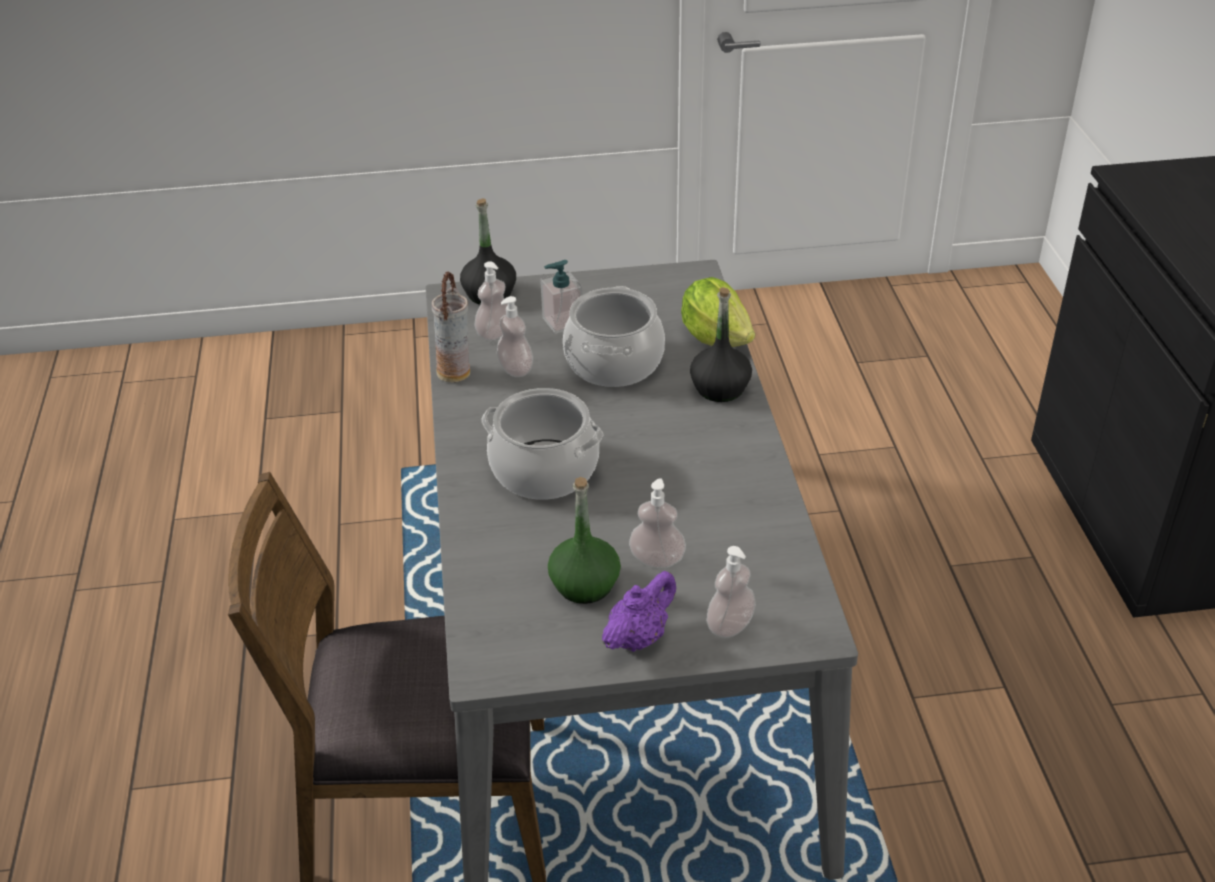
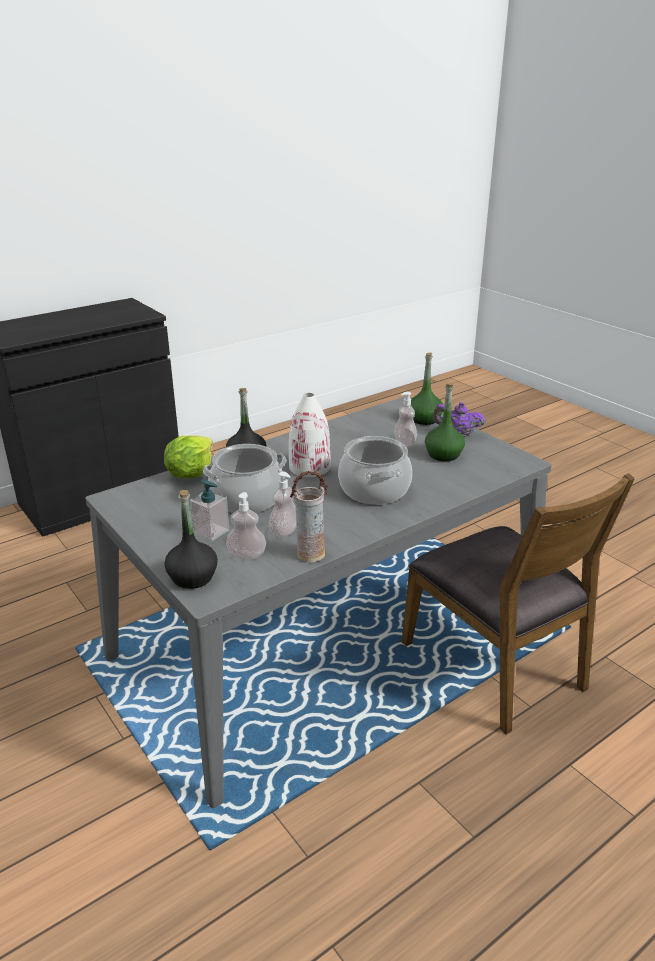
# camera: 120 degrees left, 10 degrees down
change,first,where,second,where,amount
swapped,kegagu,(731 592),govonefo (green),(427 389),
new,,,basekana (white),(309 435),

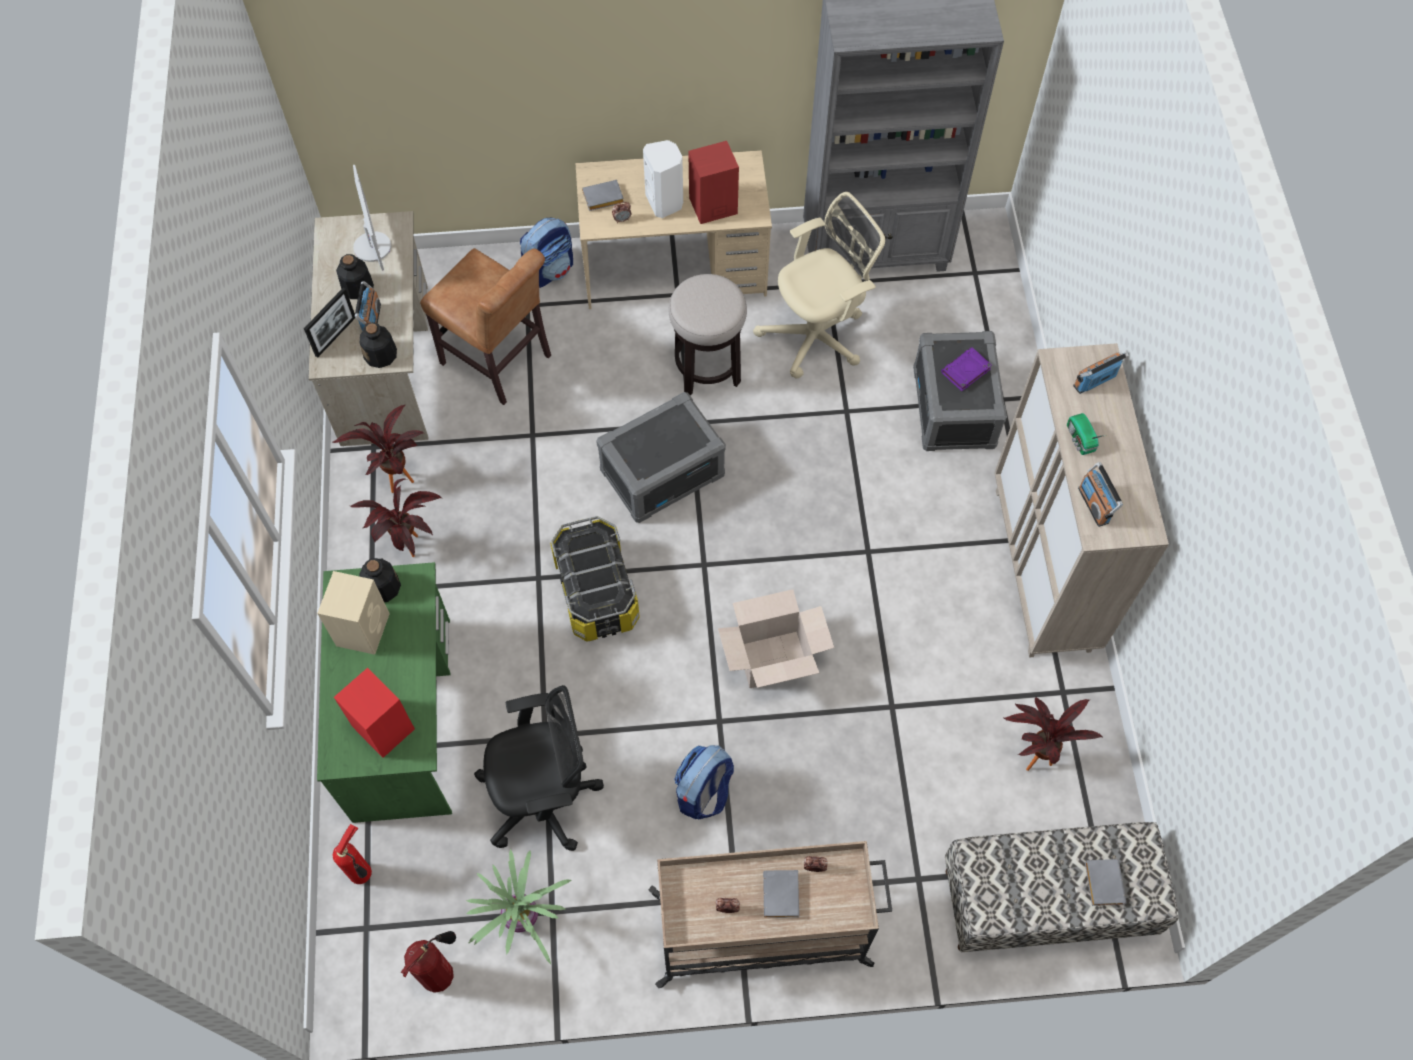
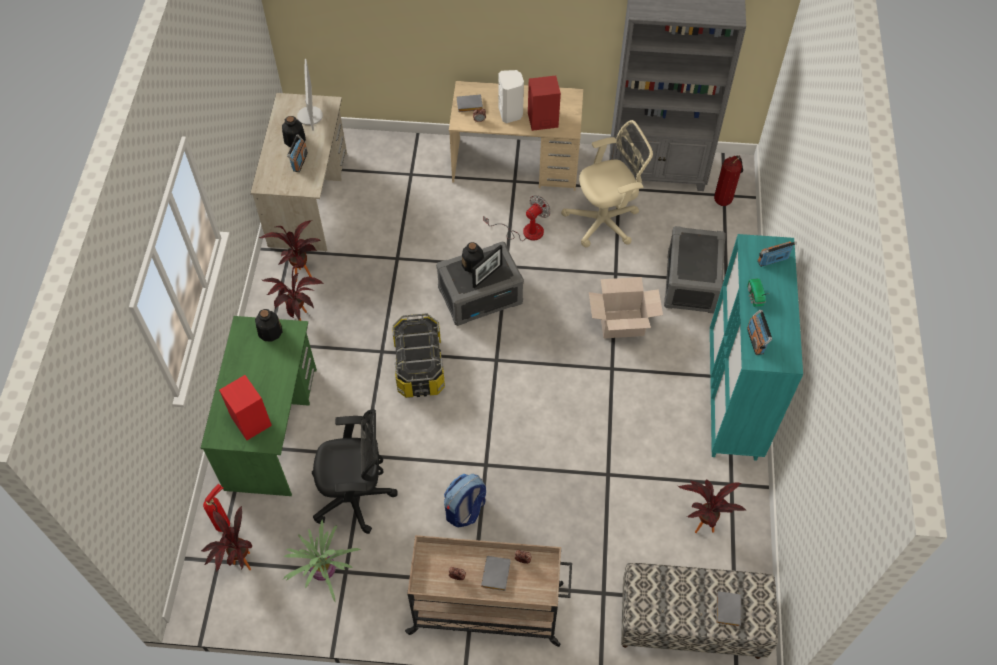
# camera: 10 degrees right, 5 degrees down
change,first,where,second,where,amount
gone,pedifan,(546 253),,,
gone,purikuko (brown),(485 326),,,
swapped,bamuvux,(707 334),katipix,(517 218),
shifted,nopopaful,(329 322),,(487 266),
shifted,govonefo,(378 345),,(473 257),
repainted,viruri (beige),(1081 500),viruri (turquoise),(756 347),
gone,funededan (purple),(966 369),,,
gone,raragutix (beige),(353 613),,,
shifted,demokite,(776 638),,(626 307),
shifted,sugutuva,(428 962),,(728 180),
new,,,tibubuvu,(226 539),

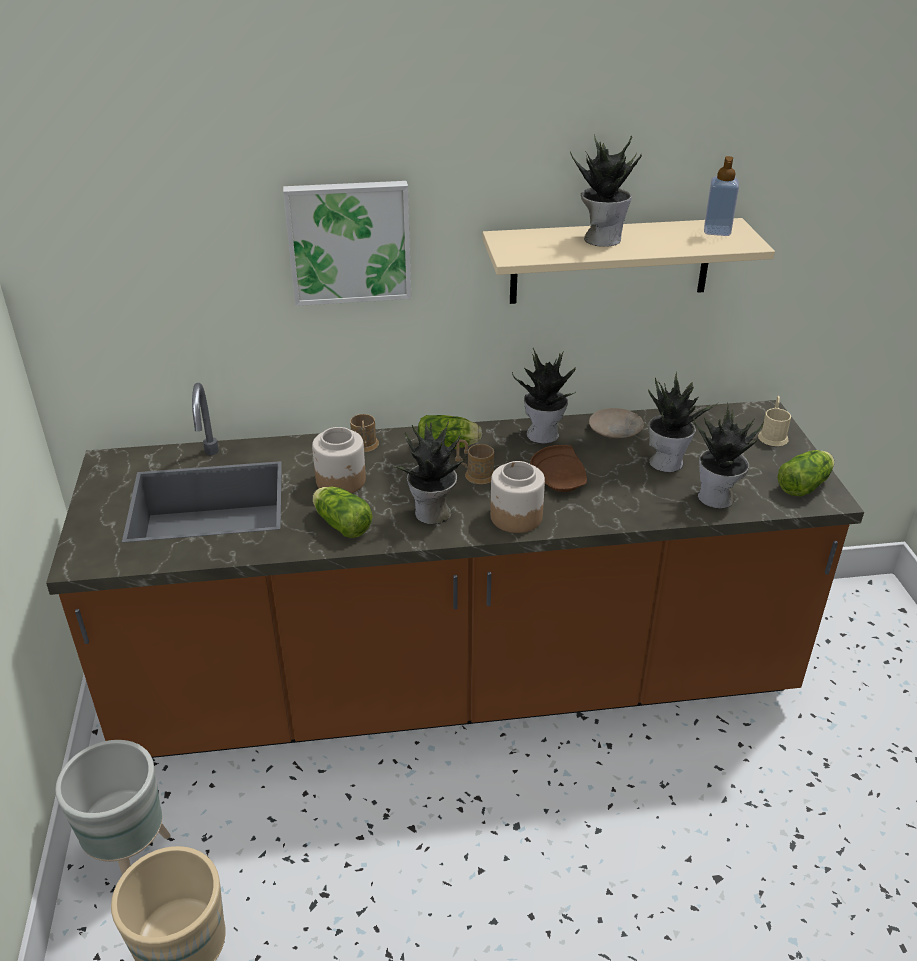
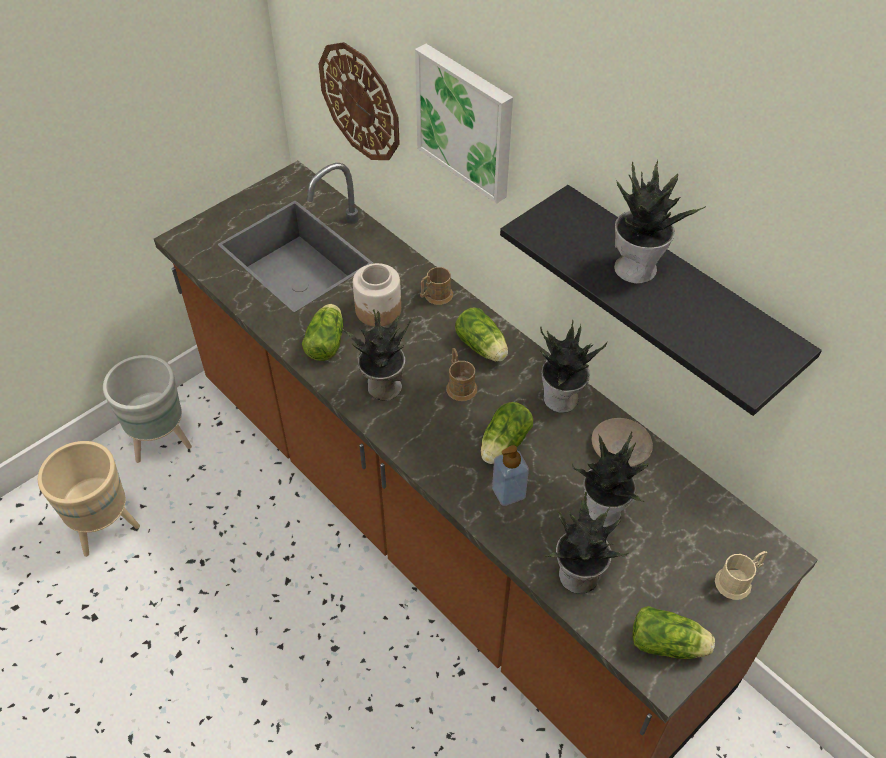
# camera: 55 degrees right, 15 degrees up
change,first,where,second,where,amount
shifted,kegagu,(721 196),,(510 475),
repainted,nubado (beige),(628 261),nubado (black),(661 300),
swapped,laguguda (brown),(558 468),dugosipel,(507 433),
gone,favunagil,(517 497),,,
new,,,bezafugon,(359 101),

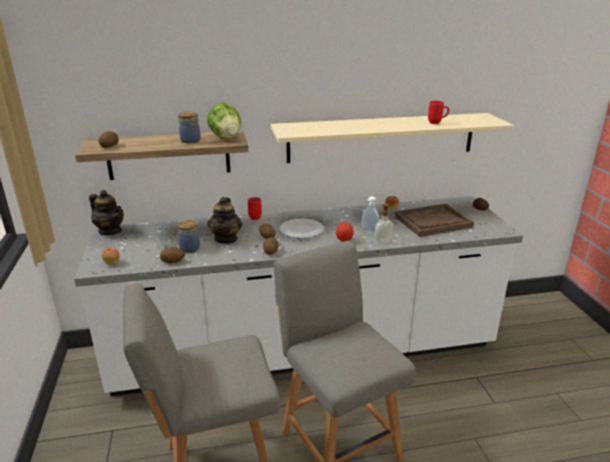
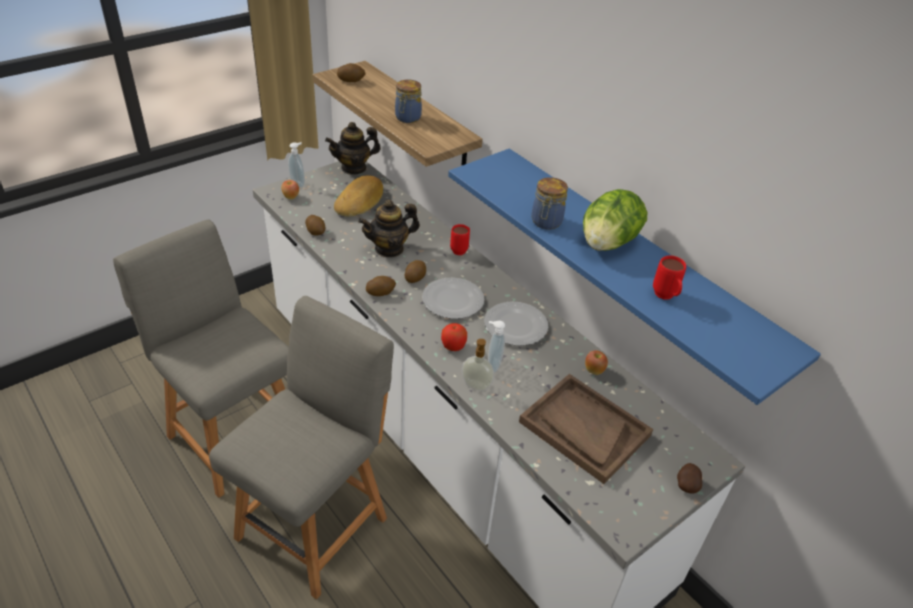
# camera: 60 degrees right, 15 degrees up
change,first,where,second,where,amount
shifted,dugosipel,(224 121),,(615 220),
repainted,nubado (beige),(392 138),nubado (blue),(634 277),
rotated,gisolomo,(106 212),,(353 148),60 degrees clockwise
shifted,favunagil,(188 236),,(549 203),
new,,,kegagu,(296 165),
new,,,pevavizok,(358 196),
new,,,laguguda,(516 324),

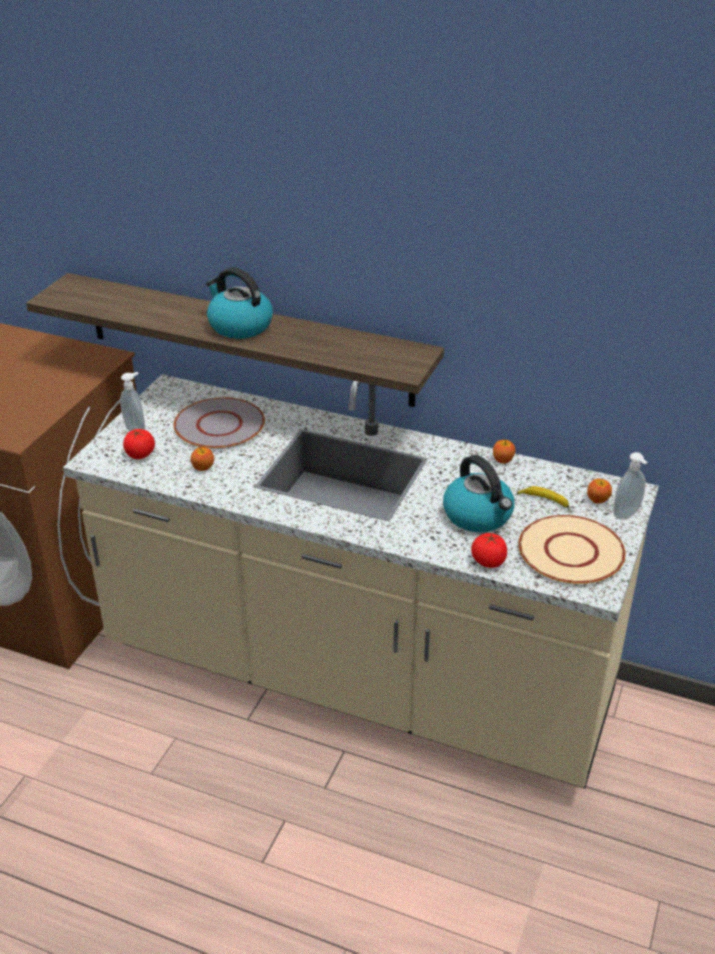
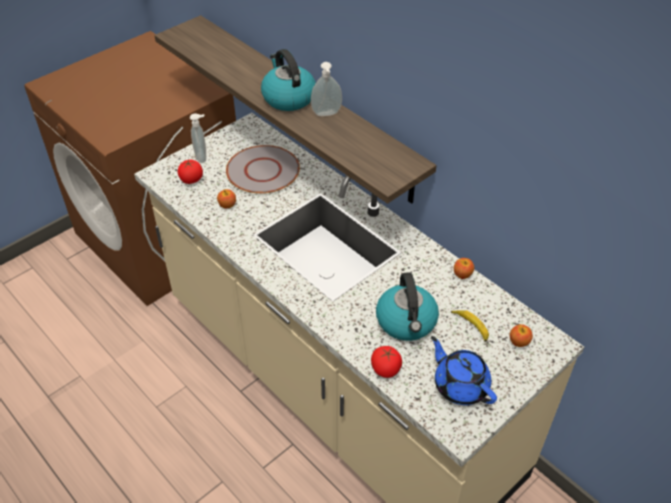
# camera: 25 degrees right, 10 degrees up
change,first,where,second,where,amount
shifted,kegagu,(630 485),,(326 89),
swapped,laguguda (beige),(572 549),gisolomo (blue),(464 370),

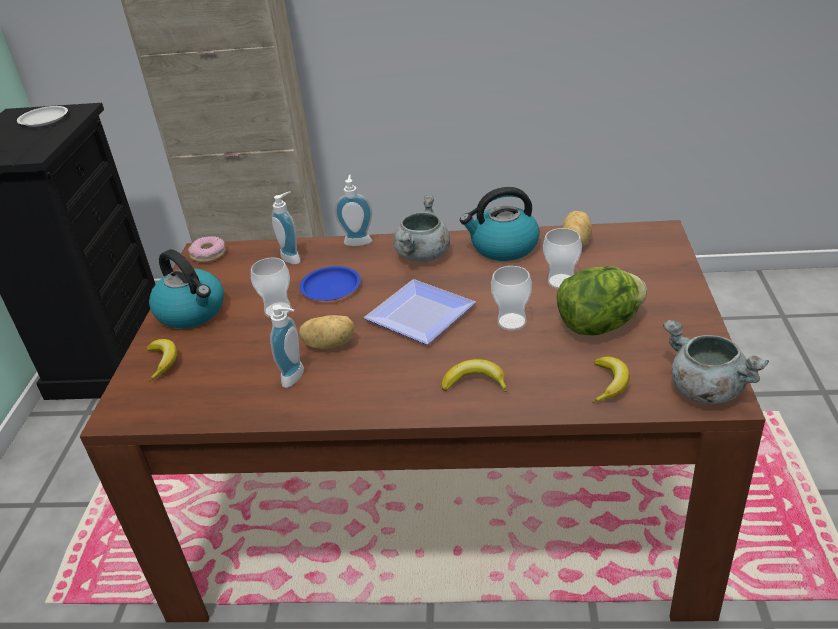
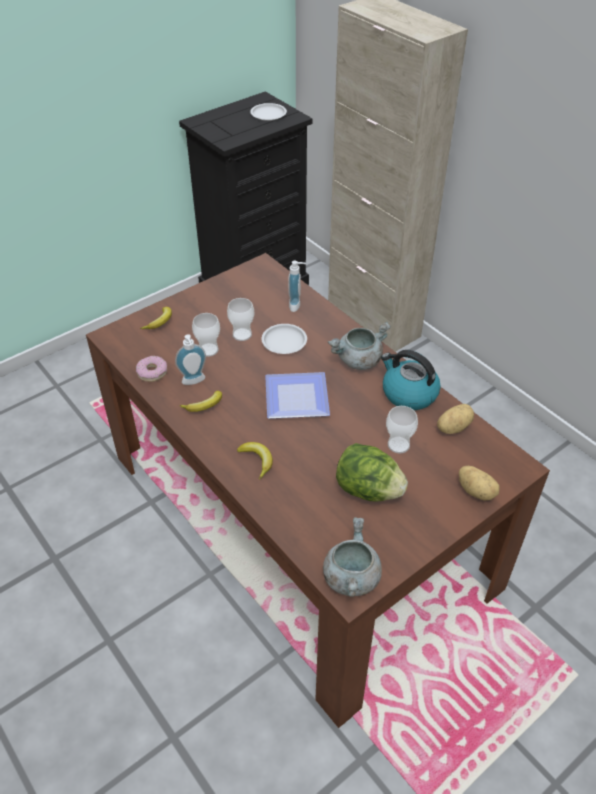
# camera: 45 degrees right, 10 degrees up
change,first,where,second,where,amount
gone,kegagu,(353 210),,,
shifted,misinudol,(207 249),,(151 369),
gone,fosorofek,(186 288),,,
repainted,laguguda (blue),(330 283),laguguda (white),(284 339),
shifted,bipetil,(511 298),,(206 335),
shifted,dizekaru,(327 332),,(479 483),
shifted,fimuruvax,(611 379),,(200 401),

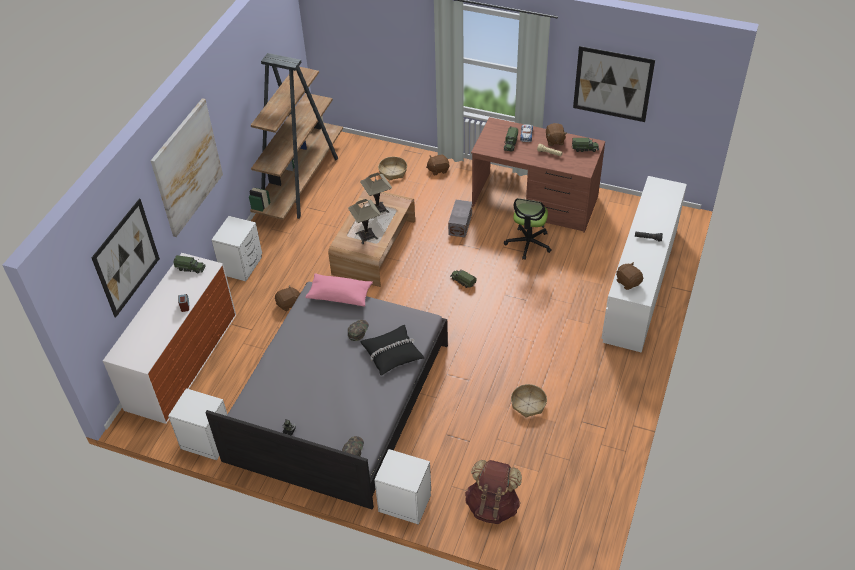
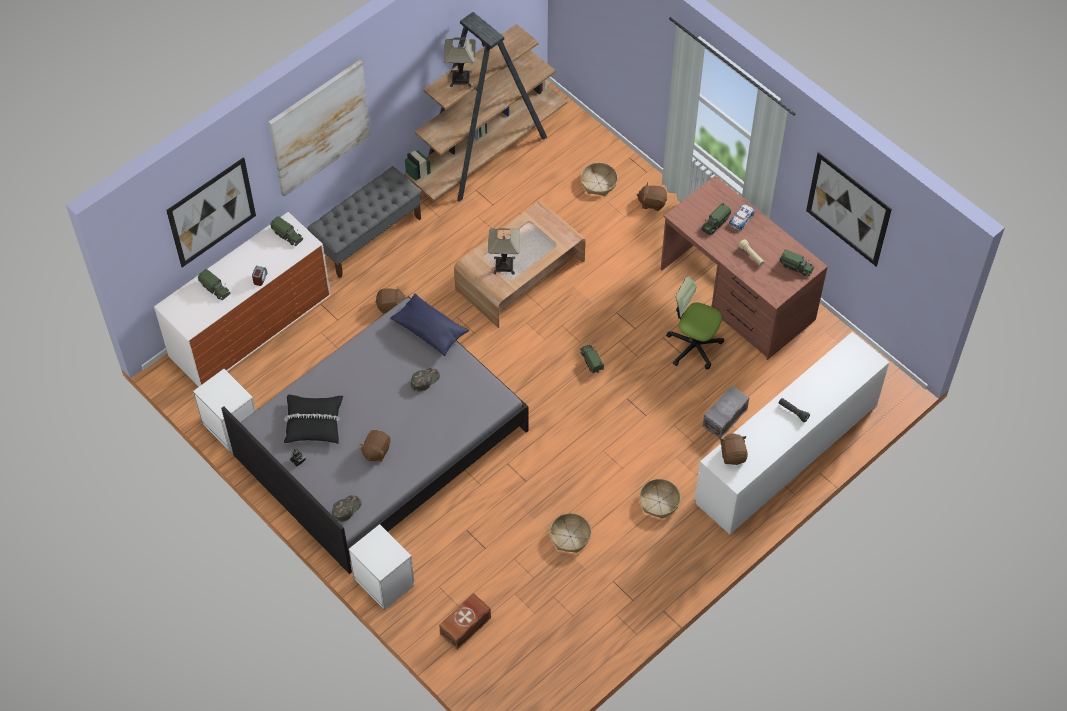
# camera: 25 degrees right, 10 degrees up
change,first,where,second,where,amount
shifted,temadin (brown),(556 134),,(375 446),
shifted,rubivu,(376 195),,(460 62),
rotated,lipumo,(528 229),,(695 322),75 degrees clockwise
shifted,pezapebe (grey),(460 218),,(726 412),
swapped,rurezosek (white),(237 248),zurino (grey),(364 222),
repainted,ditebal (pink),(339 290),ditebal (blue),(430 324),
shifted,ditebal (black),(392 350),,(313 419),
swapped,pedifan (brown),(493 492),pezapebe (brown),(465 621),
new,,,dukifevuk,(214 284),
new,,,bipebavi,(660 499),

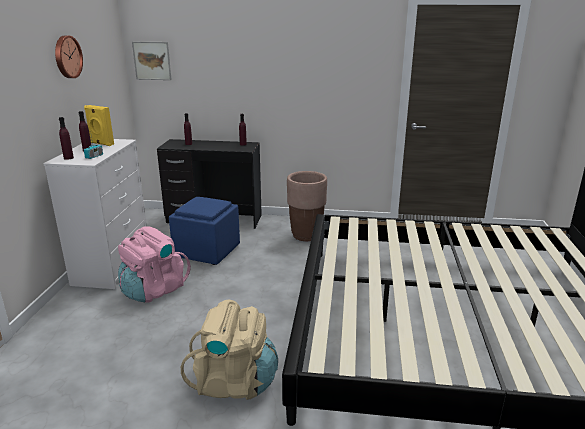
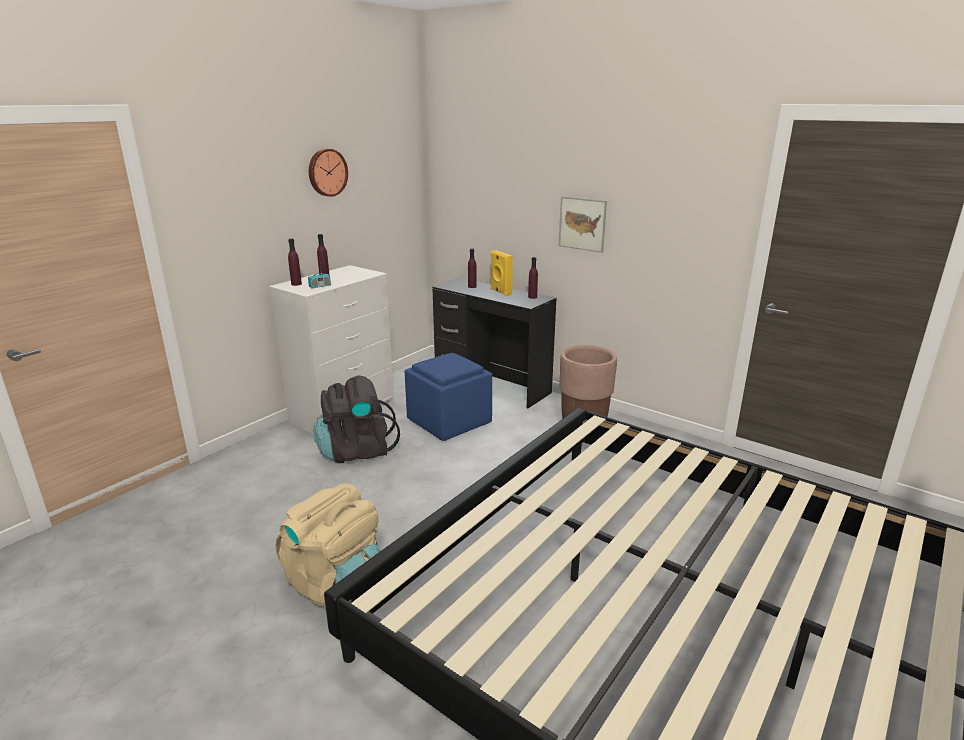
# camera: 30 degrees right, 0 degrees up
change,first,where,second,where,amount
shifted,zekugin,(152 61),,(583 224),
shifted,raragutix (yellow),(99 125),,(502 273),
repainted,pedifan (pink),(154 265),pedifan (black),(356 419),

